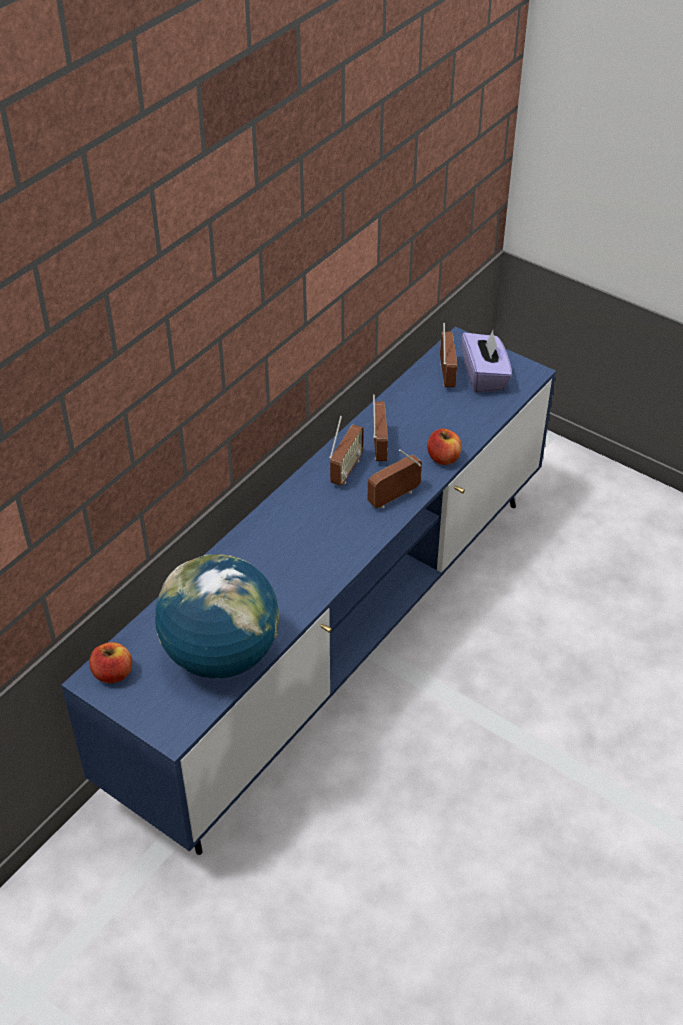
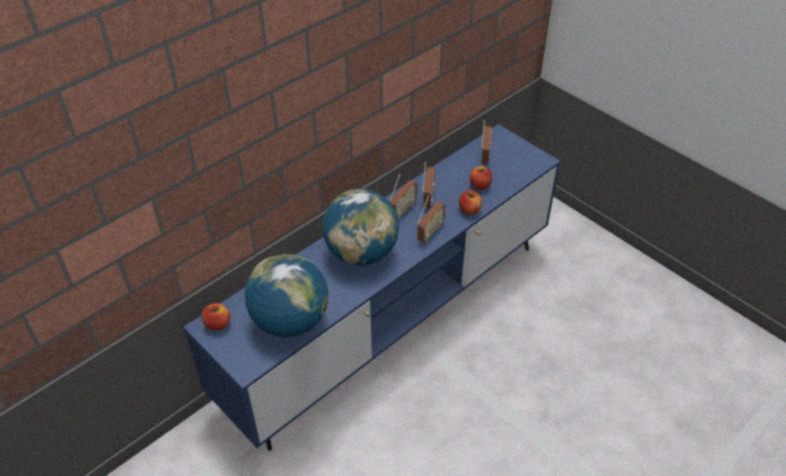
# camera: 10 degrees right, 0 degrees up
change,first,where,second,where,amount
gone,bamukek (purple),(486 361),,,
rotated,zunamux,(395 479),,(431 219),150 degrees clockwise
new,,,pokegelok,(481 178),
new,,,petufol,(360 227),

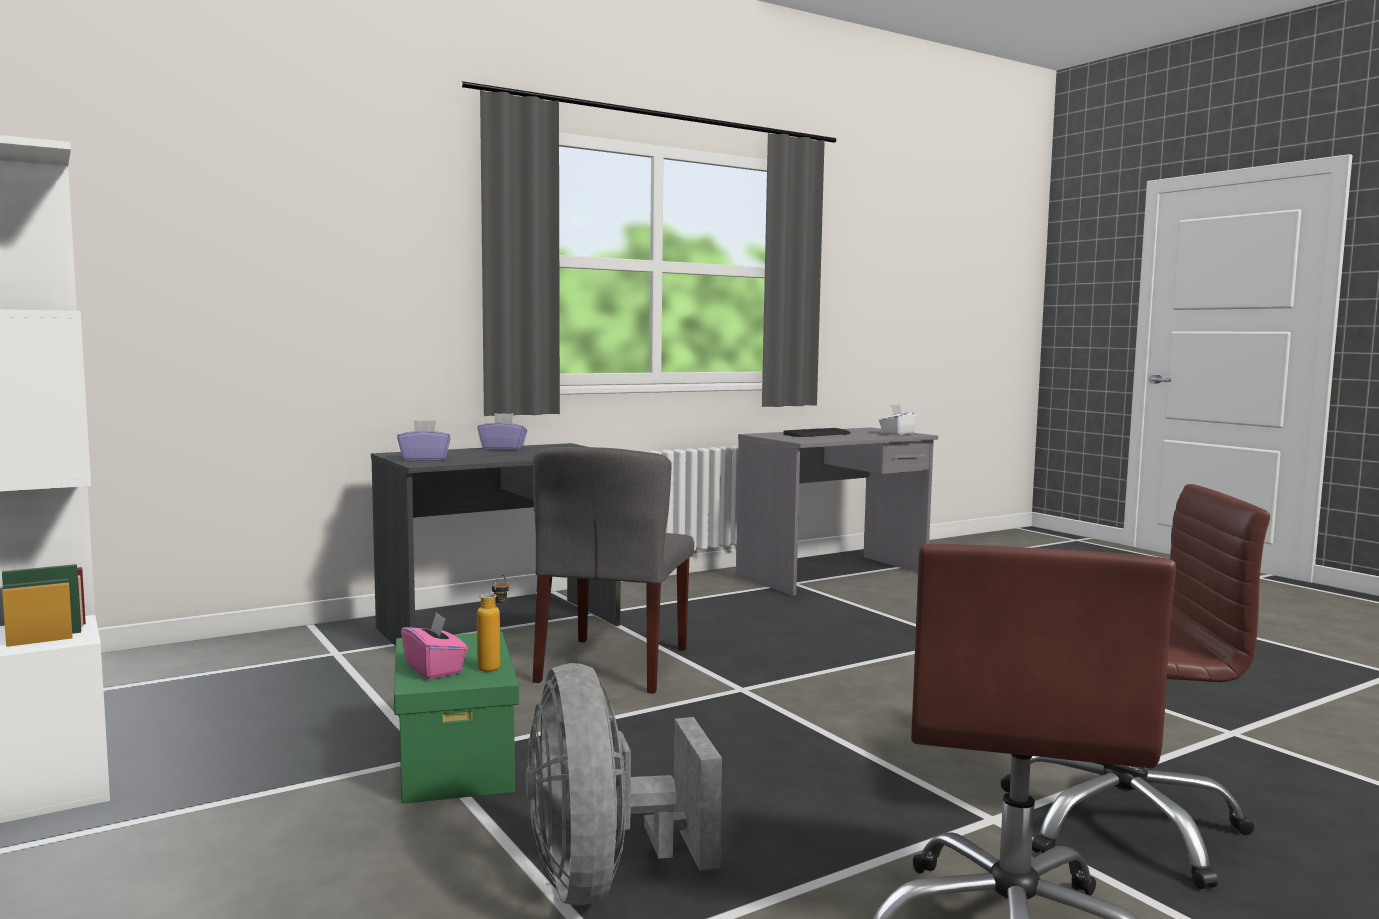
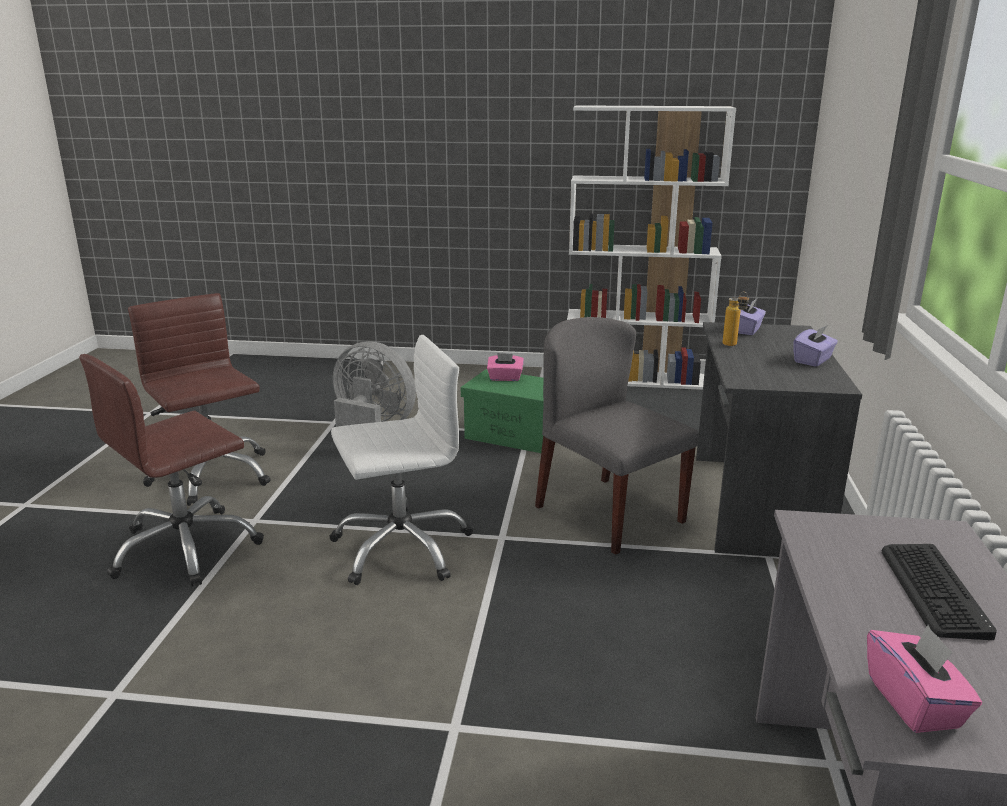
# camera: 130 degrees right, 15 degrees up
change,first,where,second,where,amount
repainted,bamukek (white),(898 419),bamukek (pink),(924 679),
shifted,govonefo,(493 623),,(736 318),
new,,,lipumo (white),(401 460),

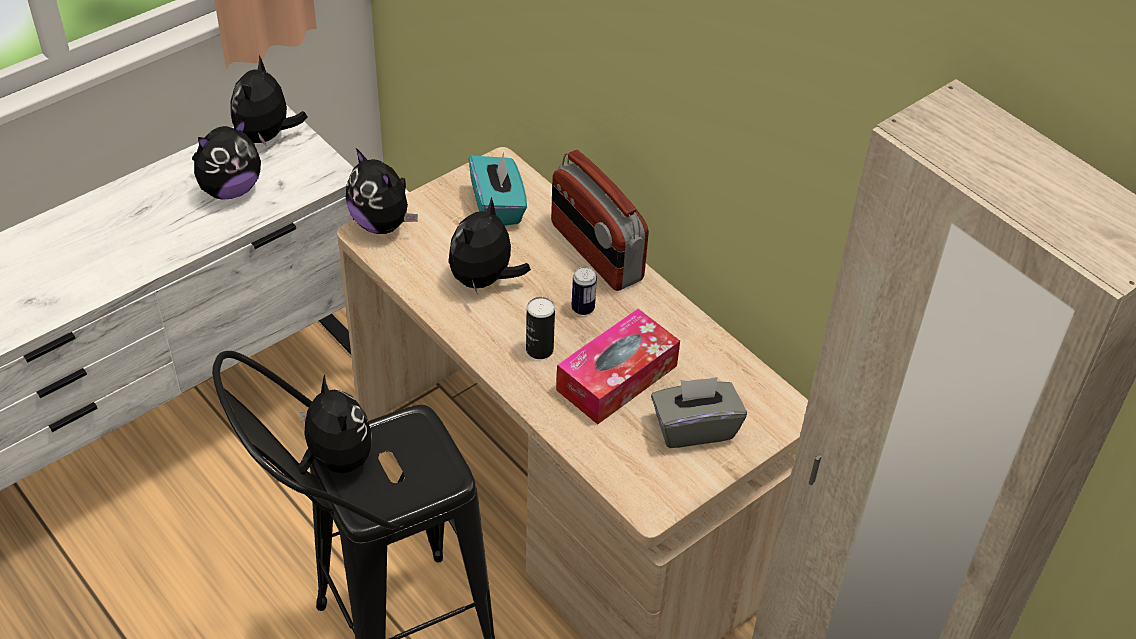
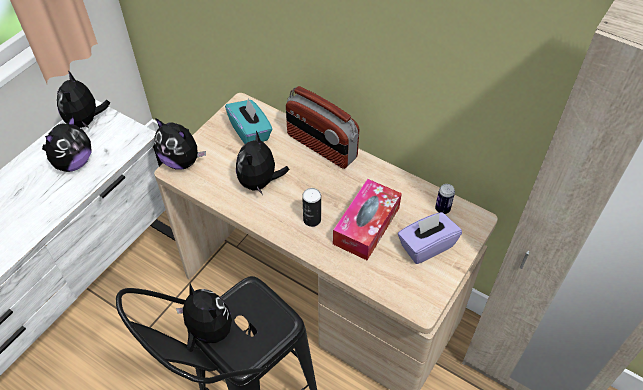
# camera: 15 degrees left, 5 degrees up
change,first,where,second,where,amount
shifted,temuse,(584 291),,(445 199),
repainted,bamukek (grey),(699 412),bamukek (purple),(430 238),

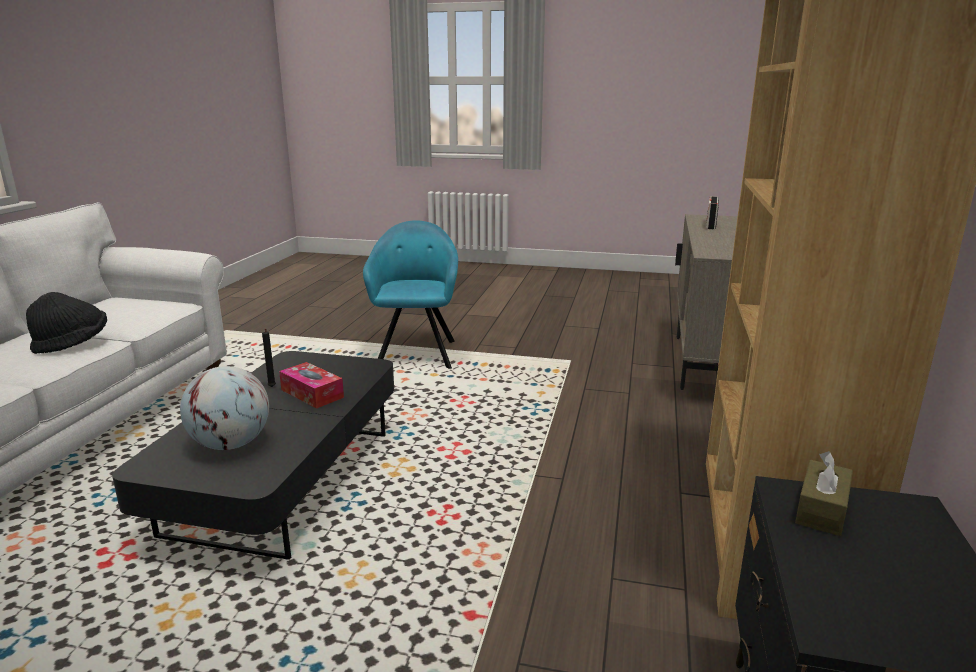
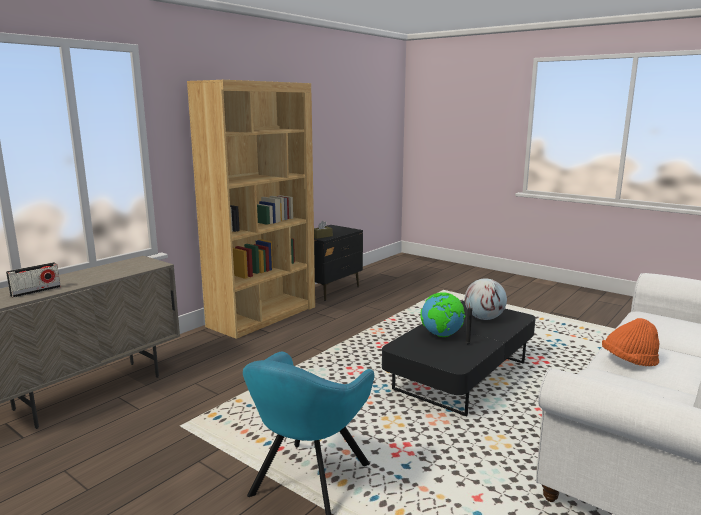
# camera: 155 degrees left, 5 degrees down
change,first,where,second,where,amount
repainted,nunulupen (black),(66 323),nunulupen (orange),(630 342),
swapped,bamukek,(311 385),petufol,(442 314),

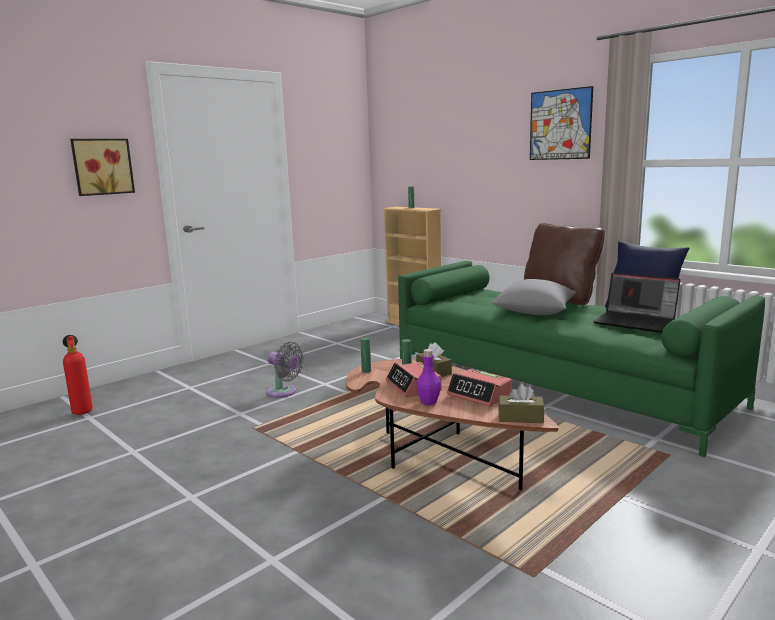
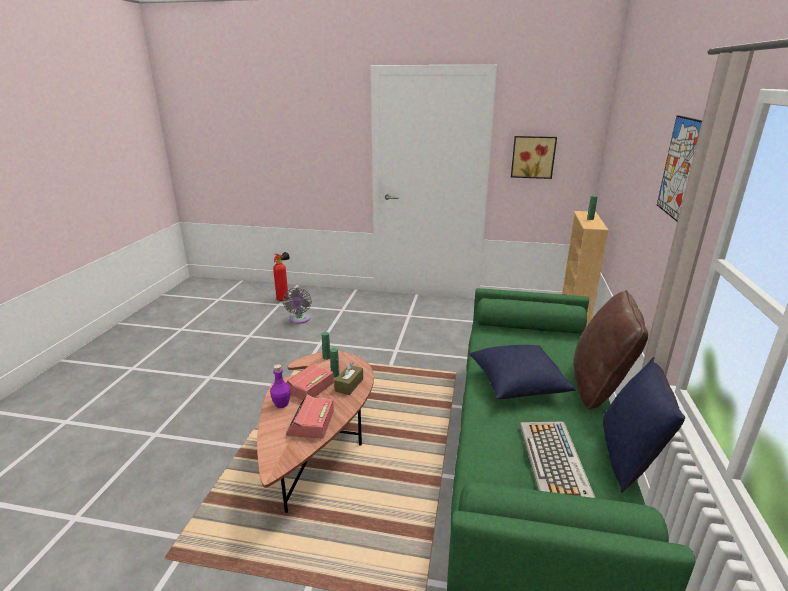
# camera: 55 degrees right, 10 degrees up
change,first,where,second,where,amount
shifted,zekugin,(102 167),,(534 157),
swapped,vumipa,(637 303),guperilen,(557 459),
repainted,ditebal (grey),(534 297),ditebal (blue),(522 372),
shifted,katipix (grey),(285 369),,(297 306),
gone,bamukek (brown),(521 403),,,

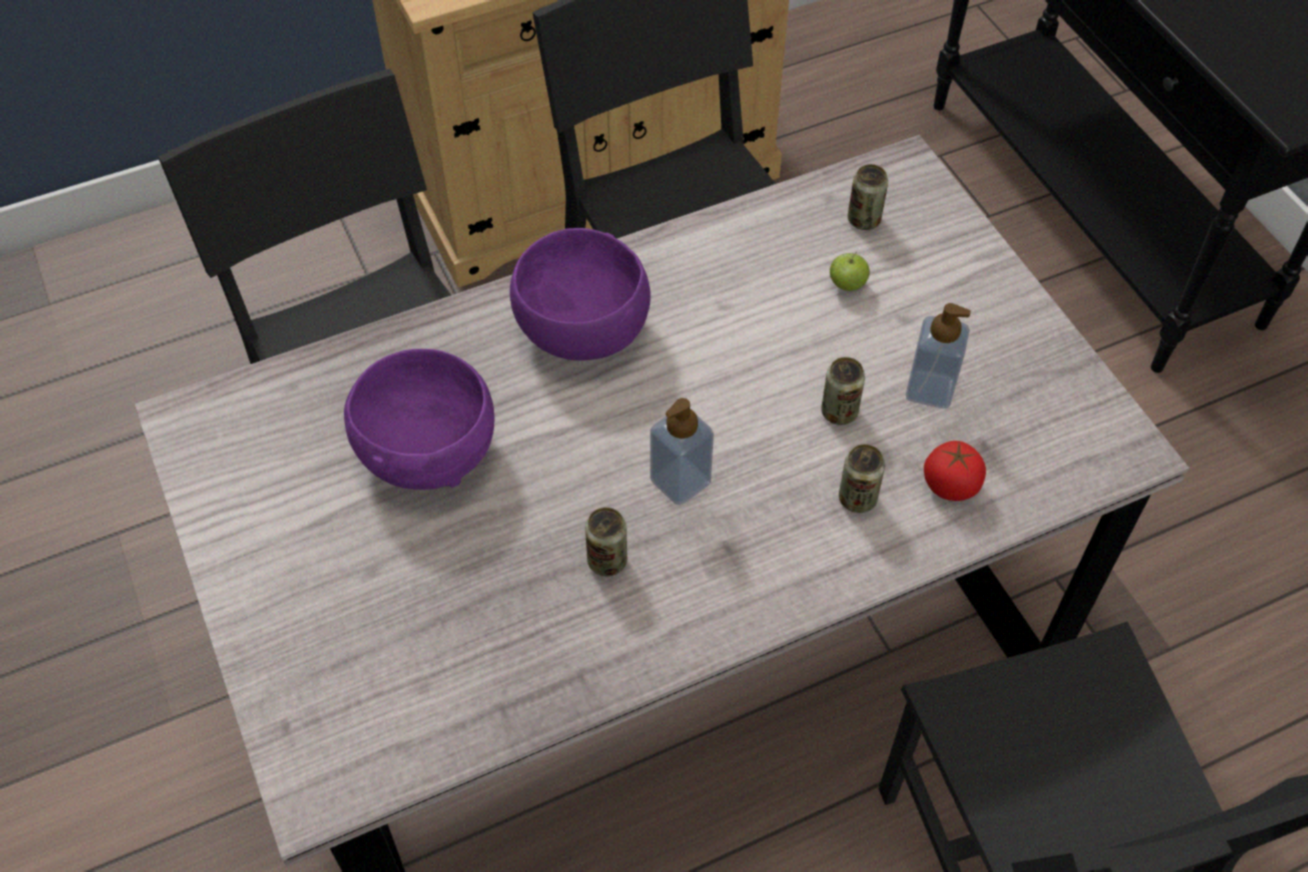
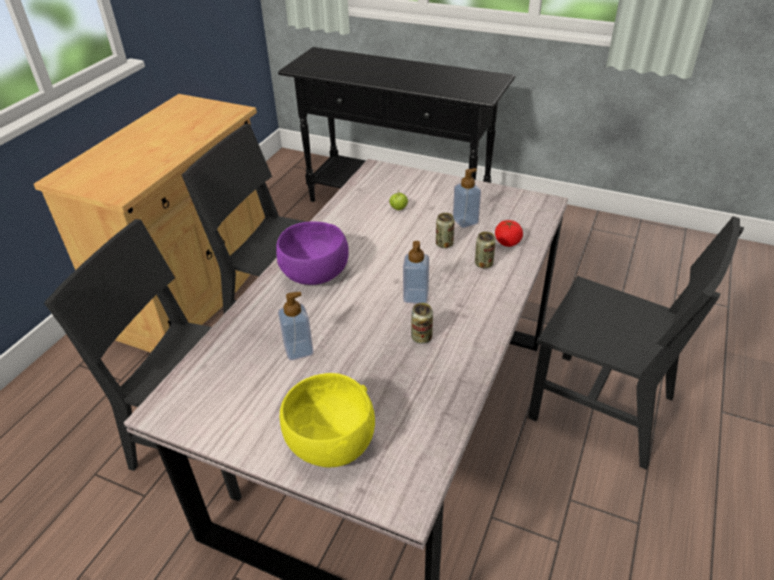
# camera: 40 degrees left, 15 degrees down
change,first,where,second,where,amount
gone,temuse,(868 197),,,
swapped,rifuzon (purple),(419 419),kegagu,(296 326),
new,,,rifuzon (yellow),(327 420),

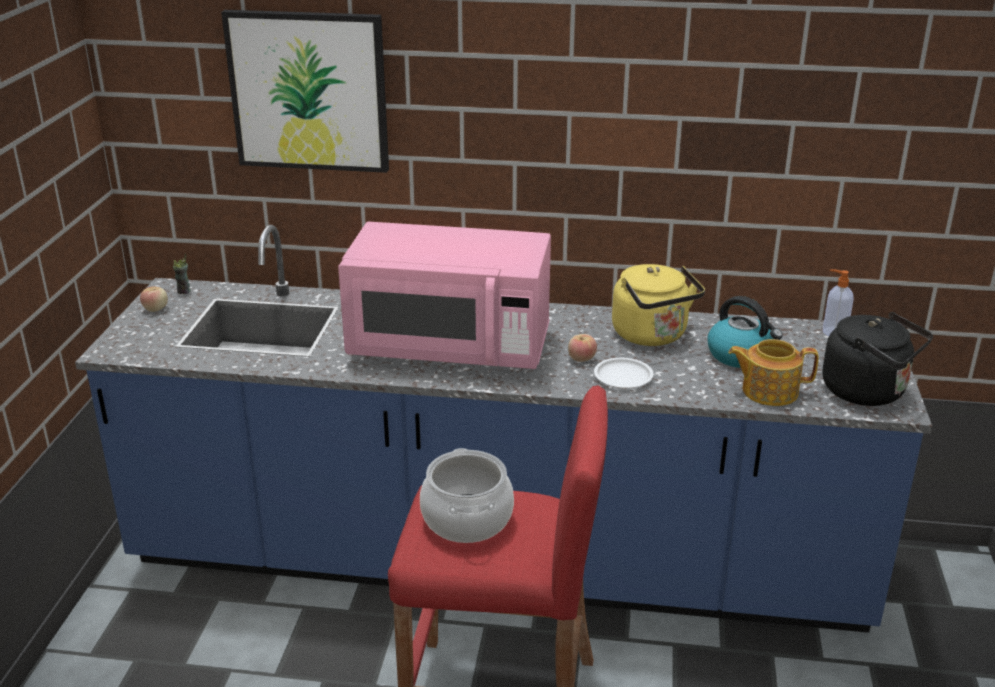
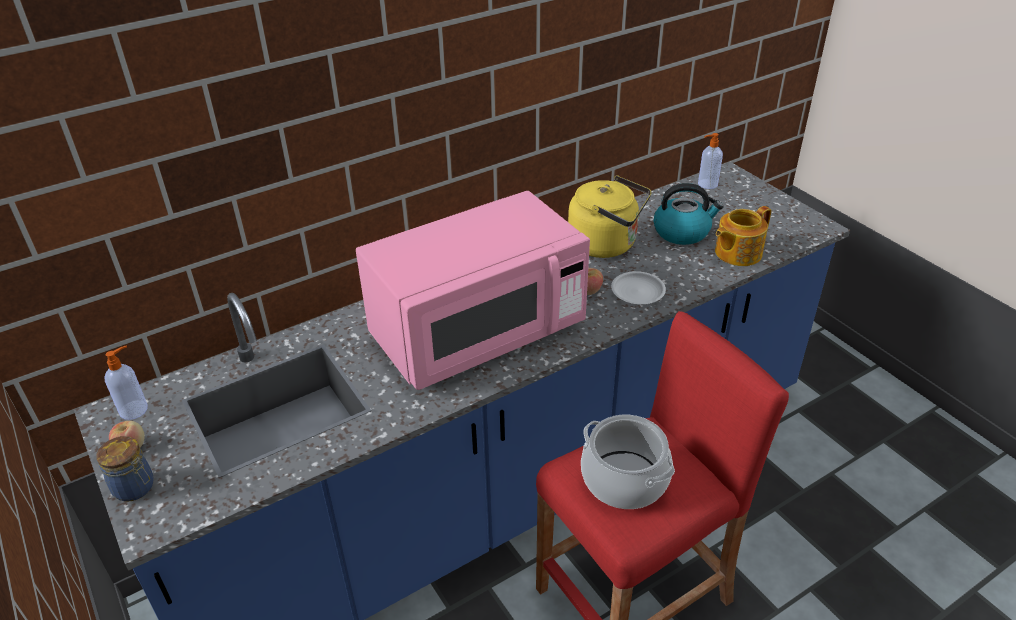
# camera: 40 degrees left, 10 degrees up
change,first,where,second,where,amount
gone,zekugin,(305 91),,,
swapped,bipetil,(182 273),kegagu,(126 383),
gone,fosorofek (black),(877 359),,,
new,,,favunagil,(124 468),

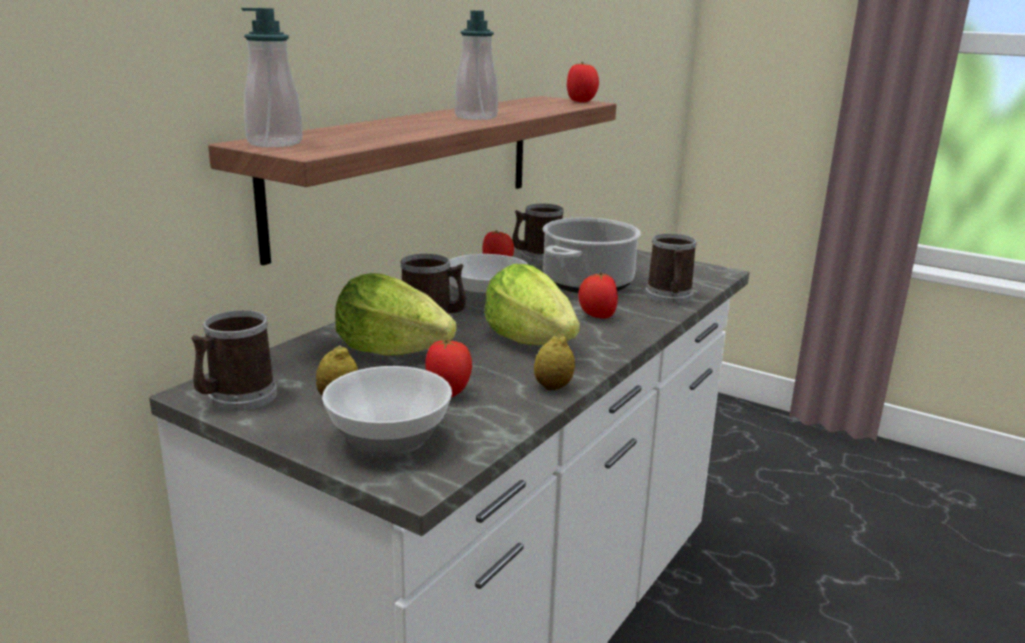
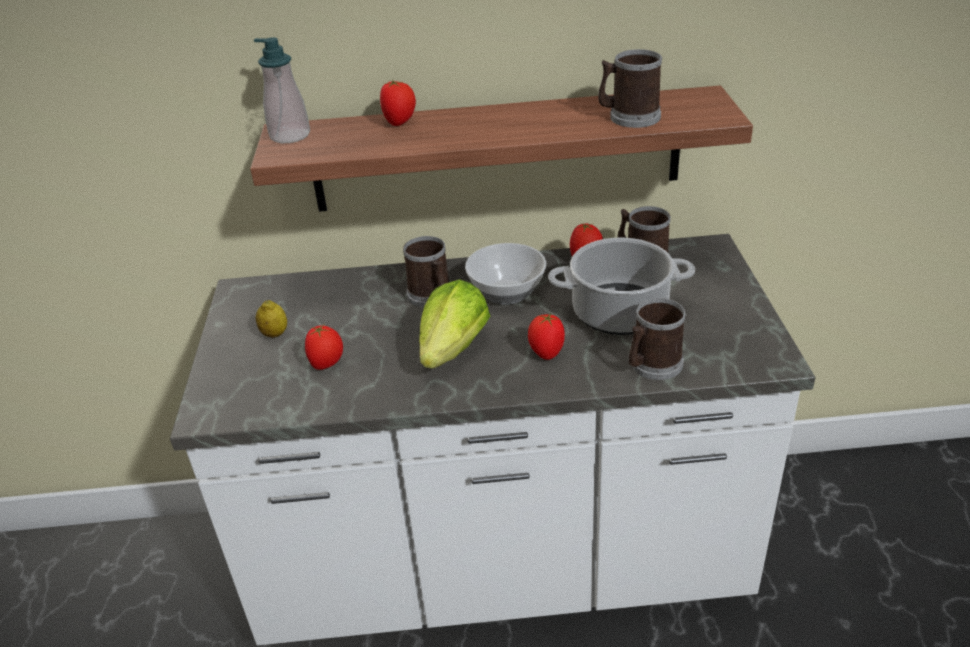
# camera: 55 degrees right, 15 degrees up
change,first,where,second,where,amount
gone,kegagu,(476 65),,,
shifted,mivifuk,(583 82),,(398 103),
gone,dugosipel,(396 314),,,
shifted,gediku,(234 360),,(630 88),
gone,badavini,(554 362),,,
gone,rifuzon,(387 411),,,

